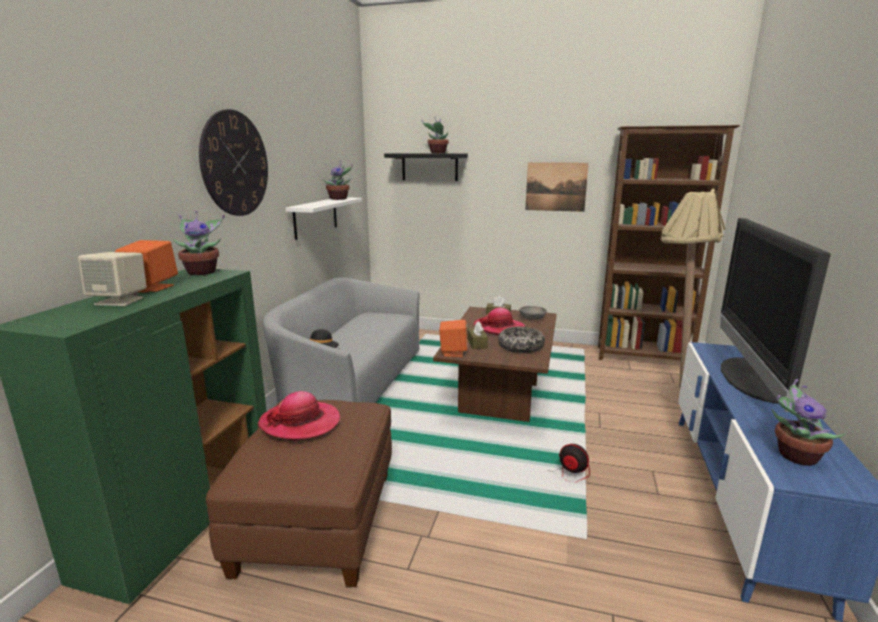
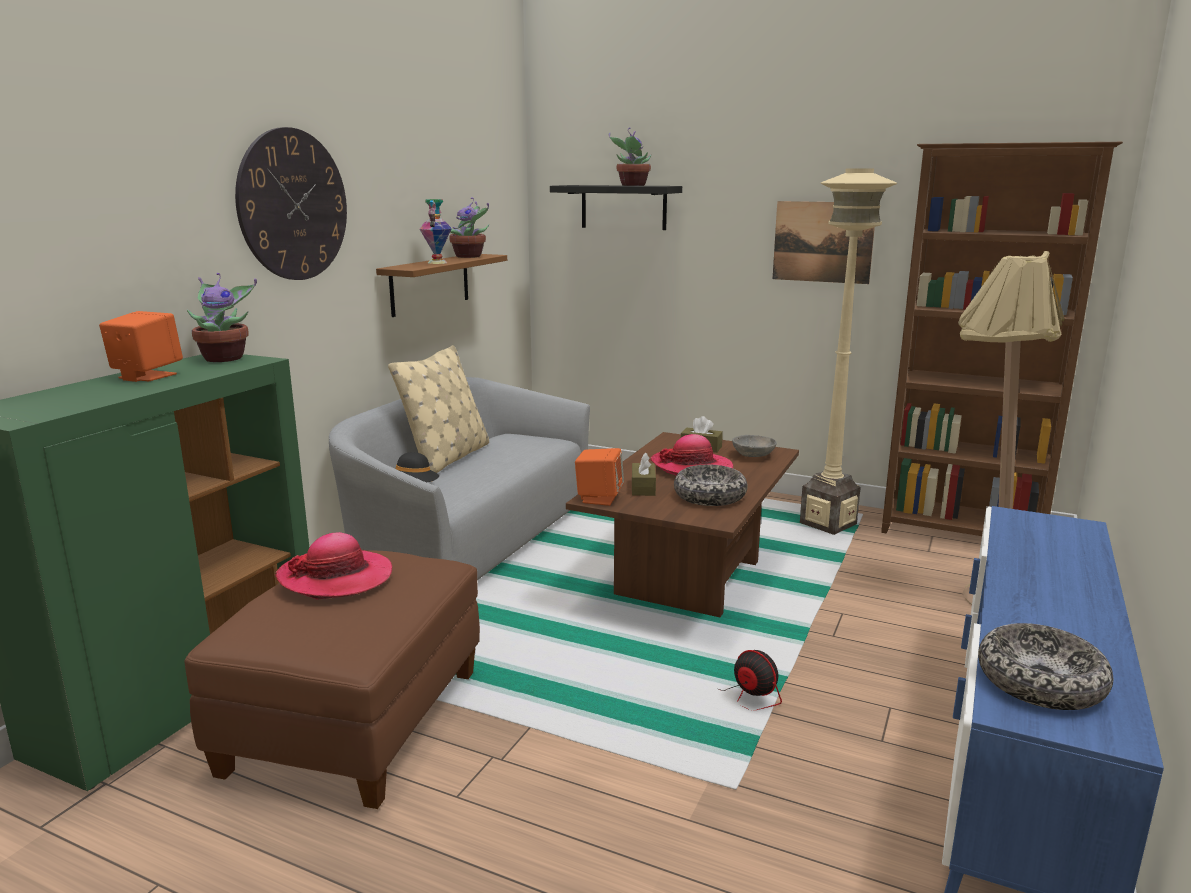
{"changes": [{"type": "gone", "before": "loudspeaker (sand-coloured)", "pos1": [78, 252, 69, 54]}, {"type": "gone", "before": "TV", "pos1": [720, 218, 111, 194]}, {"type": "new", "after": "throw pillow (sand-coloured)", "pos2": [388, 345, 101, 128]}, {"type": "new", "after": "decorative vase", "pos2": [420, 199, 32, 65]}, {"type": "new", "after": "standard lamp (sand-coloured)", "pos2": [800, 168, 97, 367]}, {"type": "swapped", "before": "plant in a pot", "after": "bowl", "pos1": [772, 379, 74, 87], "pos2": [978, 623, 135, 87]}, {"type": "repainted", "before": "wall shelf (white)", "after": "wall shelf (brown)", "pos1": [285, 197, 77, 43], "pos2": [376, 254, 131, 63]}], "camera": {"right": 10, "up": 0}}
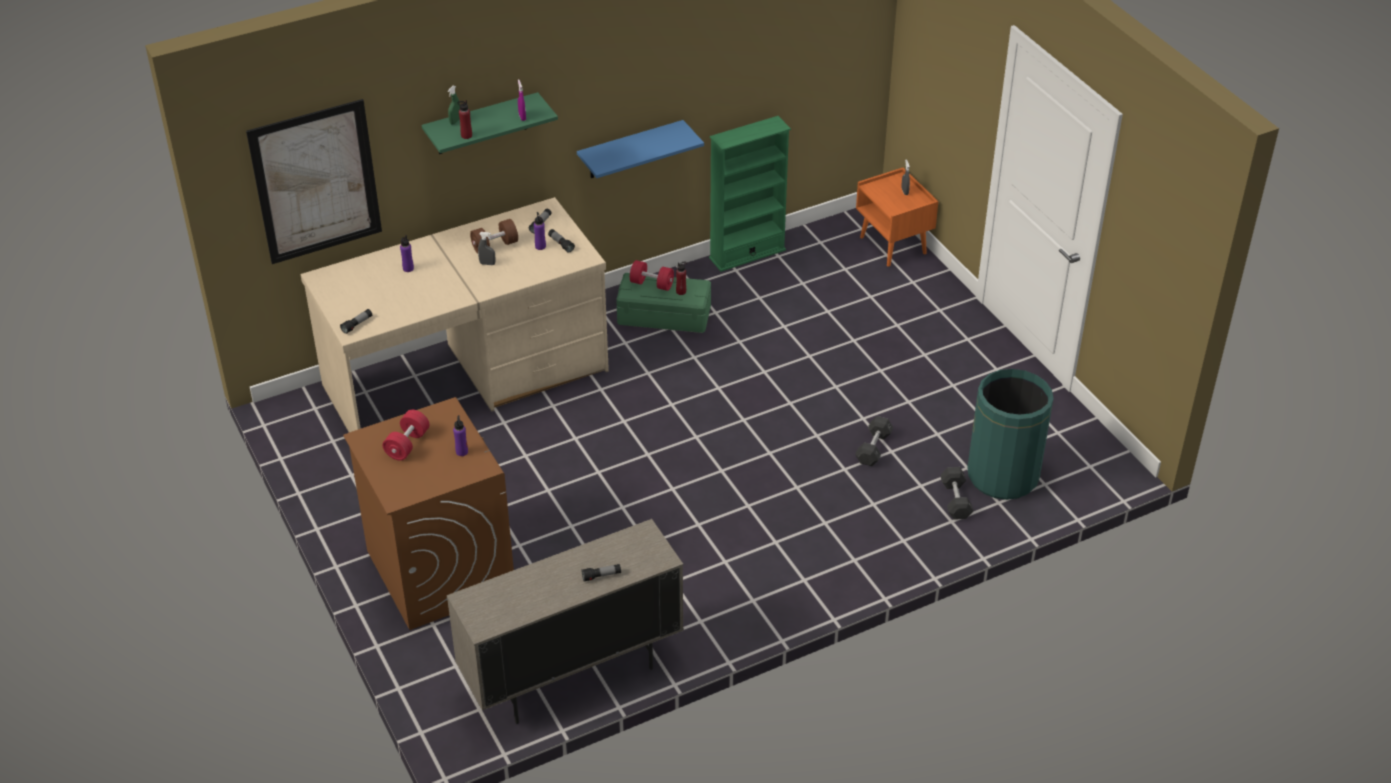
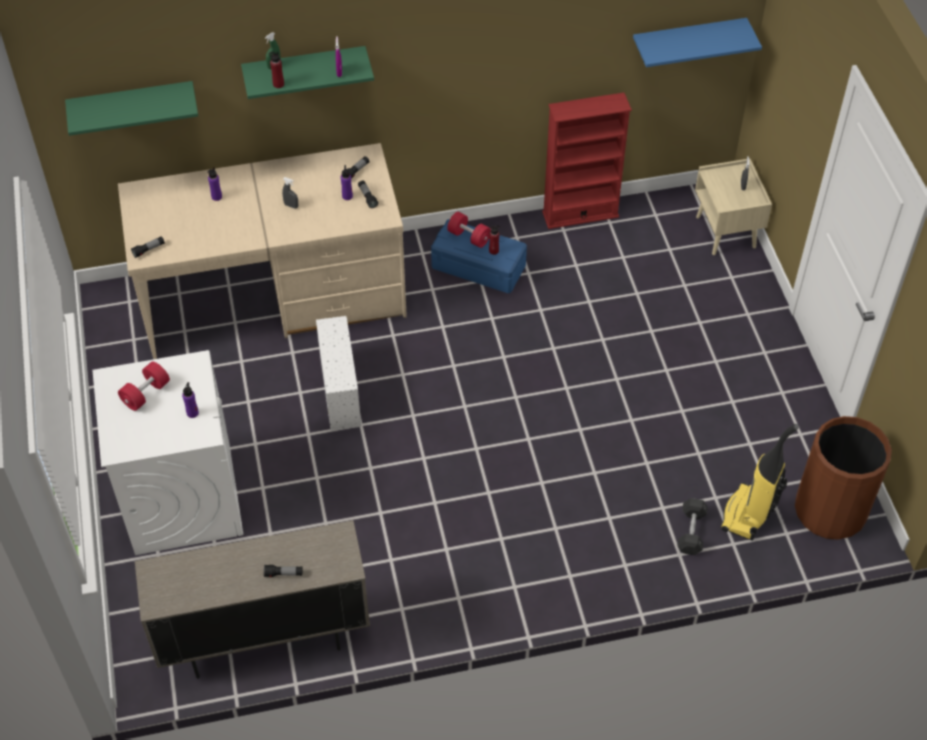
{"changes": [{"type": "gone", "before": "dumbbell (brown)", "pos1": [470, 219, 48, 34]}, {"type": "gone", "before": "dumbbell (gray)", "pos1": [855, 416, 38, 50]}, {"type": "new", "after": "storage bin (white)", "pos2": [316, 316, 45, 115]}, {"type": "new", "after": "waste bin (brown)", "pos2": [795, 416, 97, 124]}, {"type": "shifted", "before": "wall shelf (blue)", "pos1": [577, 120, 127, 58], "pos2": [633, 18, 129, 49]}, {"type": "swapped", "before": "wall picture", "after": "wall shelf (green-coloured)", "pos1": [246, 99, 136, 165], "pos2": [65, 81, 133, 55]}, {"type": "swapped", "before": "waste bin (green-coloured)", "after": "vacuum", "pos1": [967, 369, 86, 131], "pos2": [721, 424, 78, 117]}, {"type": "repainted", "before": "laundry machine (brown)", "after": "laundry machine (white)", "pos1": [343, 397, 171, 233], "pos2": [92, 350, 151, 205]}, {"type": "repainted", "before": "storage bin (green-coloured)", "after": "storage bin (blue)", "pos1": [616, 273, 95, 60], "pos2": [431, 219, 96, 74]}, {"type": "repainted", "before": "shelving unit (green-coloured)", "after": "shelving unit (red)", "pos1": [709, 116, 82, 156], "pos2": [542, 92, 90, 137]}, {"type": "repainted", "before": "bedside table (orange)", "after": "bedside table (sand-coloured)", "pos1": [856, 168, 82, 99], "pos2": [695, 158, 77, 97]}], "camera": {"right": 15, "up": 10}}
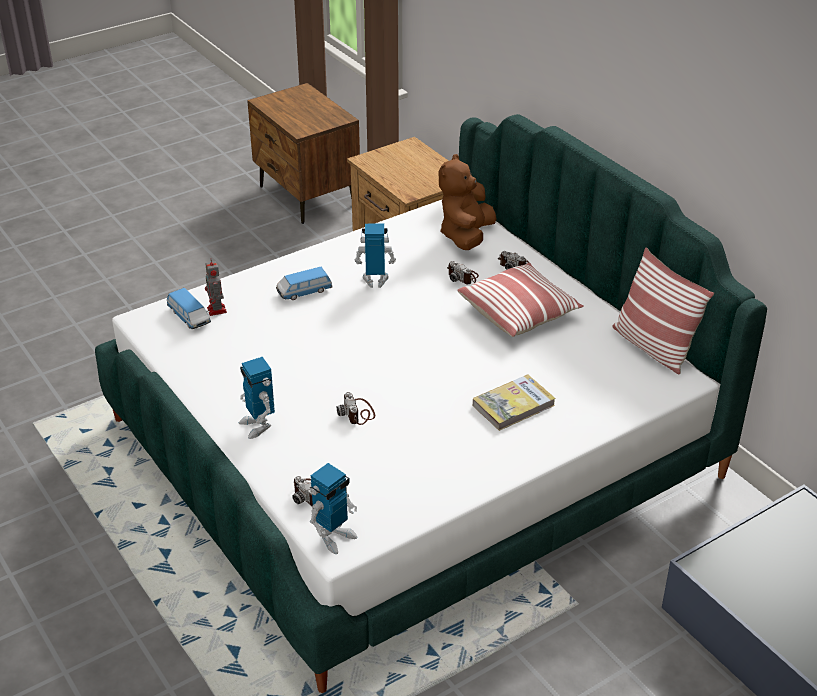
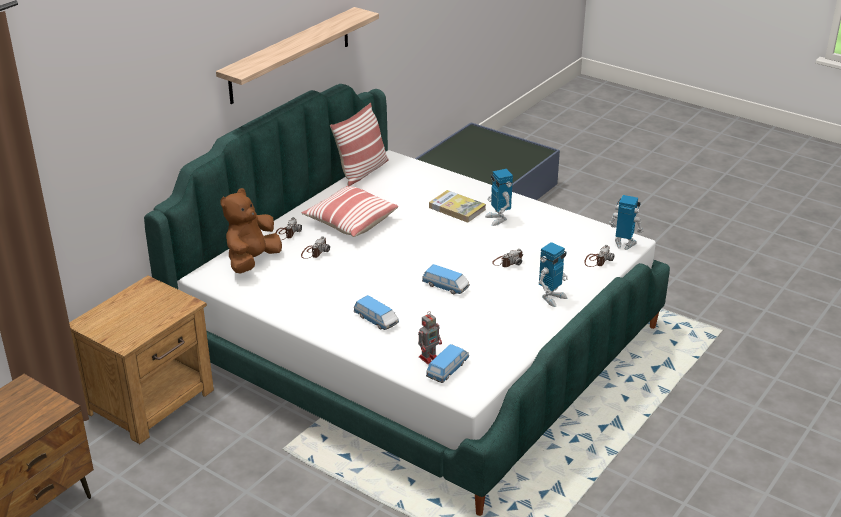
{"changes": [{"type": "new", "after": "wall shelf", "pos2": [216, 7, 163, 97]}, {"type": "new", "after": "toy car", "pos2": [422, 264, 48, 30]}, {"type": "shifted", "before": "robot figure", "pos1": [354, 223, 42, 65], "pos2": [485, 169, 28, 57]}, {"type": "rotated", "before": "cuddly toy (brown)", "pos1": [439, 154, 57, 96], "pos2": [220, 188, 62, 86], "turn": 120}], "camera": {"right": -110, "up": -5}}
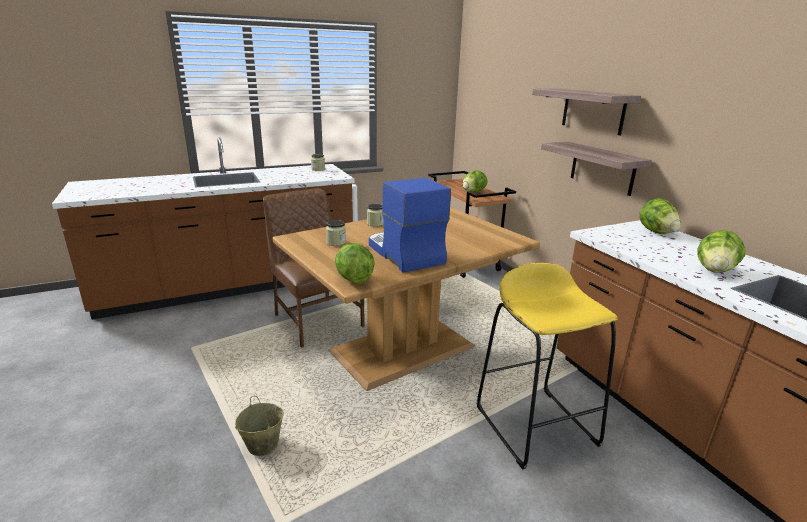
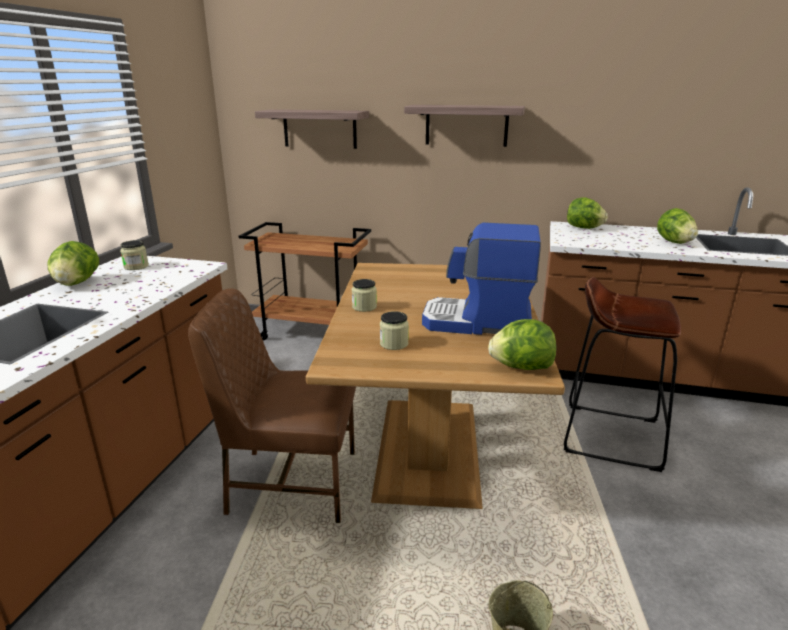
{"changes": [{"type": "shifted", "before": "head of lettuce", "pos1": [463, 170, 25, 22], "pos2": [48, 241, 51, 45]}, {"type": "shifted", "before": "wall shelf", "pos1": [541, 142, 111, 54], "pos2": [255, 109, 114, 40]}, {"type": "repainted", "before": "stool seat (yellow-coloured)", "after": "stool seat (brown)", "pos1": [477, 263, 141, 207], "pos2": [564, 277, 117, 195]}], "camera": {"right": -50, "up": 0}}
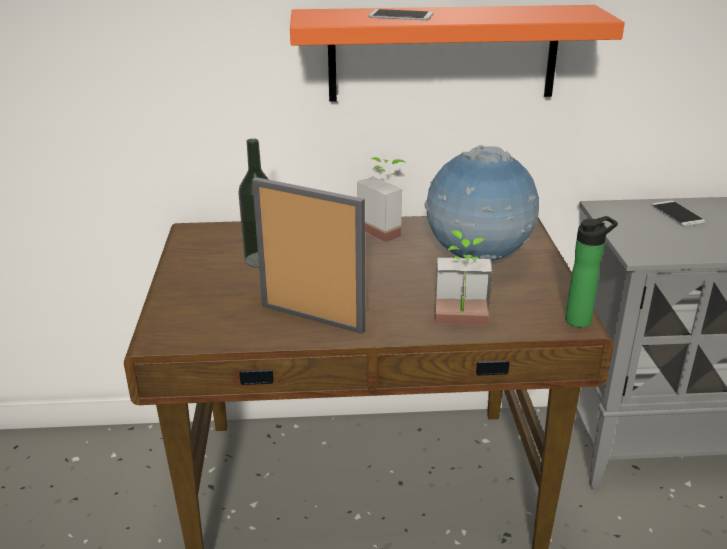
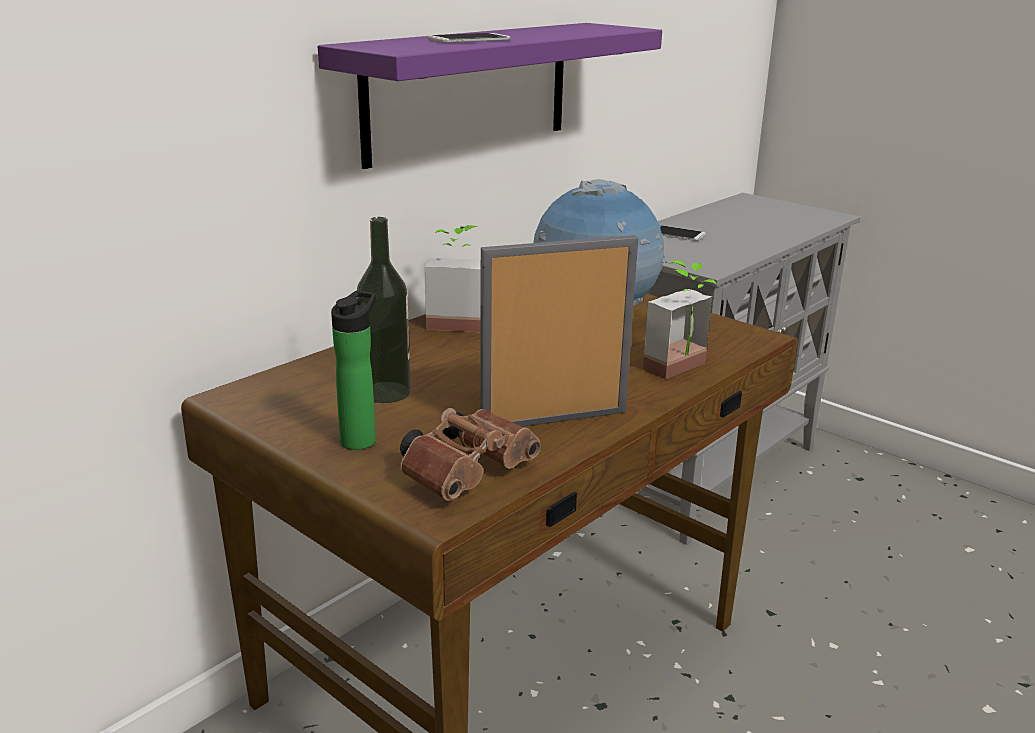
{"changes": [{"type": "new", "after": "binoculars (brown)", "pos2": [400, 408, 141, 93]}, {"type": "shifted", "before": "beverage bottle", "pos1": [565, 216, 53, 112], "pos2": [331, 291, 45, 159]}, {"type": "repainted", "before": "wall shelf (orange)", "after": "wall shelf (purple)", "pos1": [290, 5, 335, 97], "pos2": [318, 23, 344, 146]}], "camera": {"right": -45, "up": -5}}
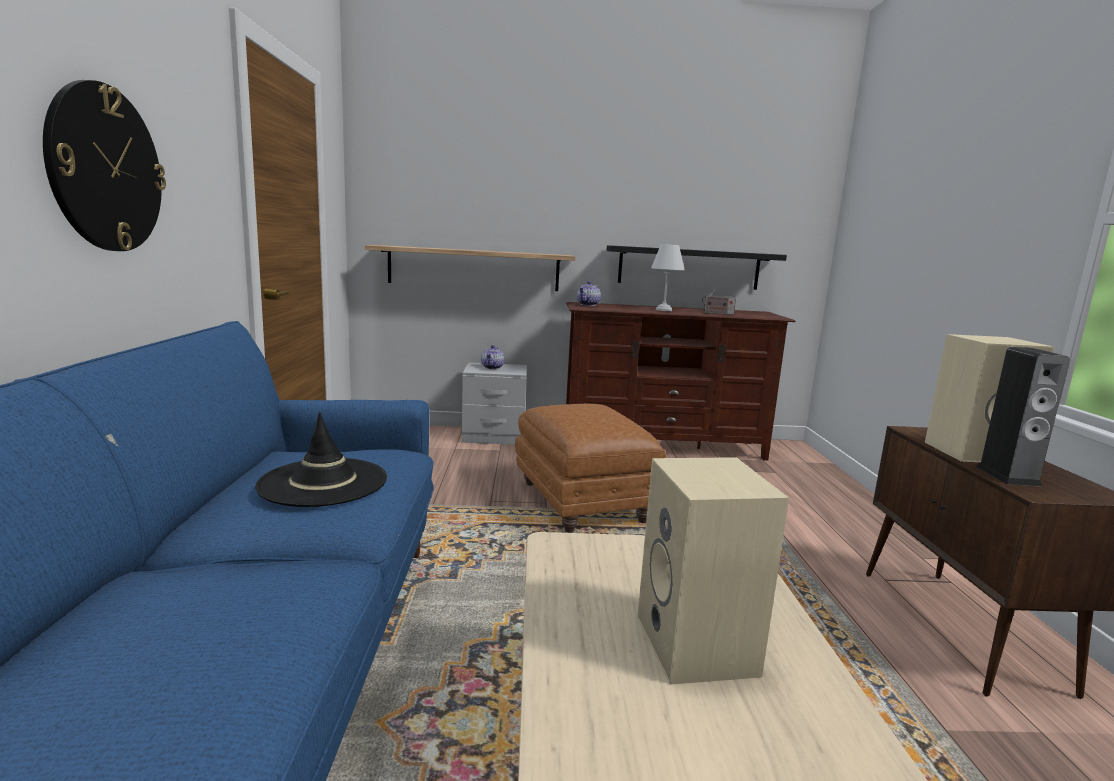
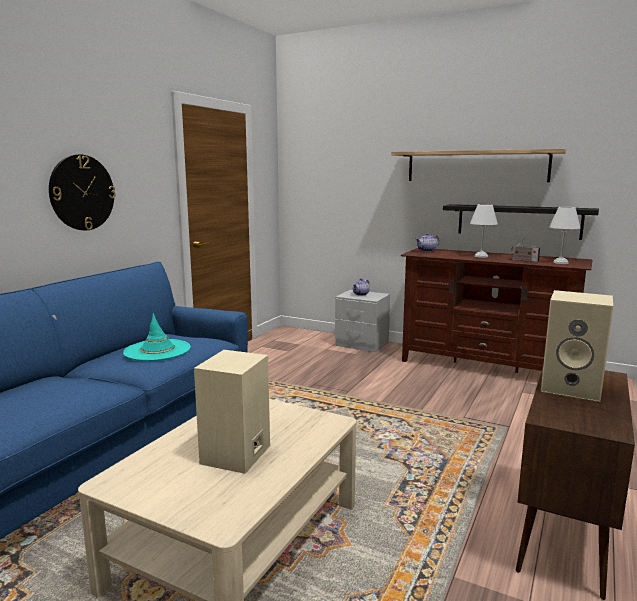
{"changes": [{"type": "gone", "before": "pouffe (brown)", "pos1": [515, 404, 151, 129]}, {"type": "gone", "before": "loudspeaker", "pos1": [976, 347, 94, 140]}, {"type": "new", "after": "lamp for a table (white)", "pos2": [549, 207, 32, 57]}, {"type": "shifted", "before": "wall shelf", "pos1": [365, 245, 211, 46], "pos2": [391, 149, 175, 33]}, {"type": "repainted", "before": "wearable hat (black-coloured)", "after": "wearable hat (blue-green)", "pos1": [255, 412, 132, 95], "pos2": [123, 313, 68, 48]}], "camera": {"right": 30, "up": 0}}
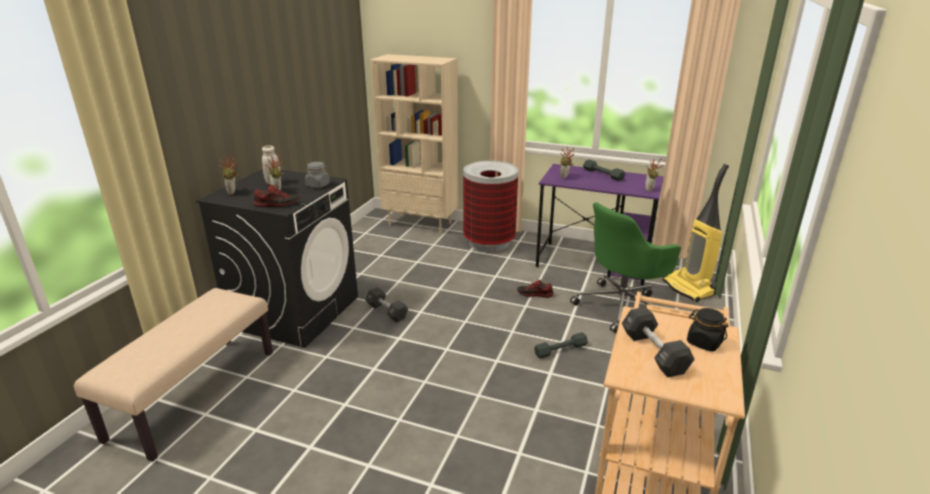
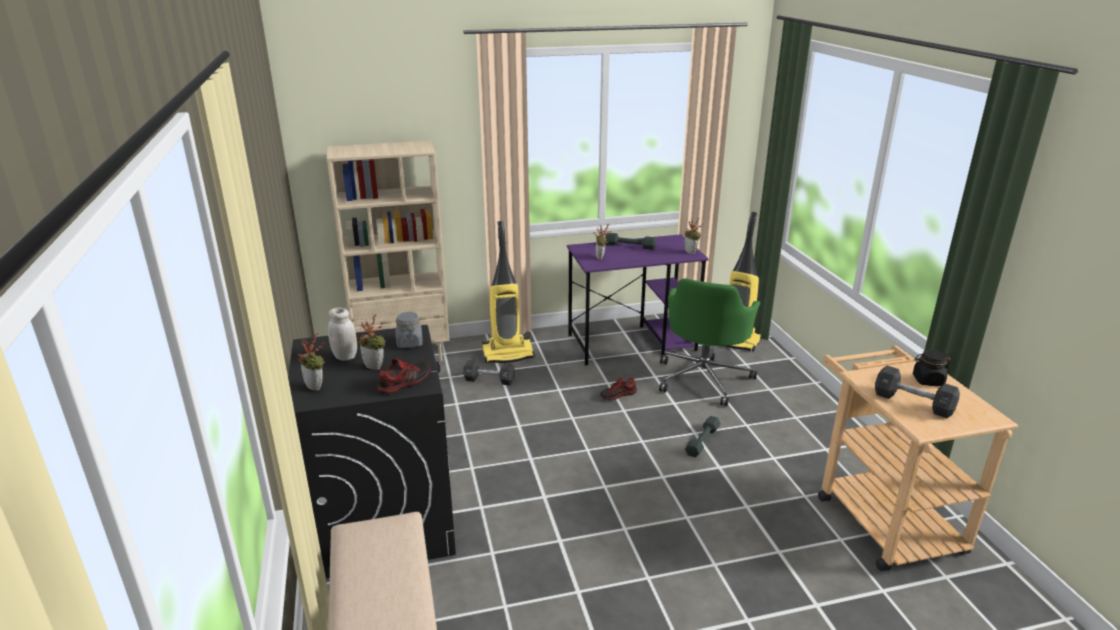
{"changes": [{"type": "shifted", "before": "dumbbell (black-coloured)", "pos1": [366, 287, 42, 36], "pos2": [463, 360, 52, 25]}, {"type": "swapped", "before": "waste bin", "after": "vacuum", "pos1": [463, 161, 55, 91], "pos2": [482, 221, 53, 142]}], "camera": {"right": -35, "up": 0}}
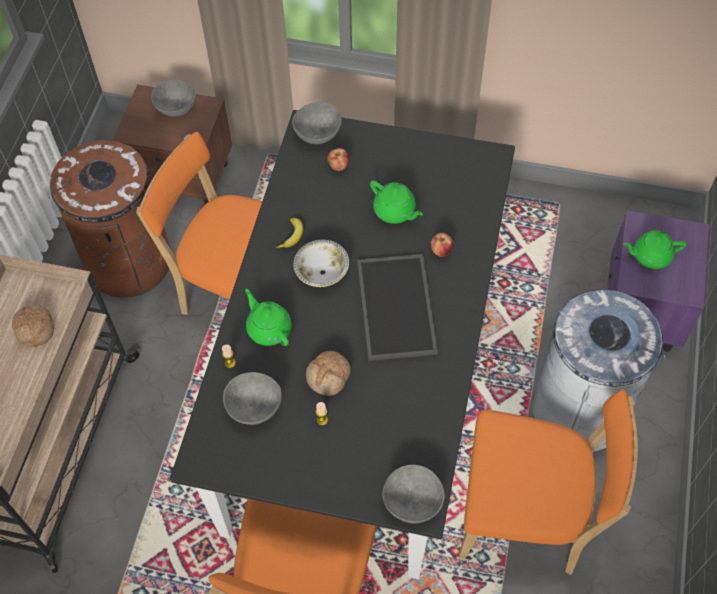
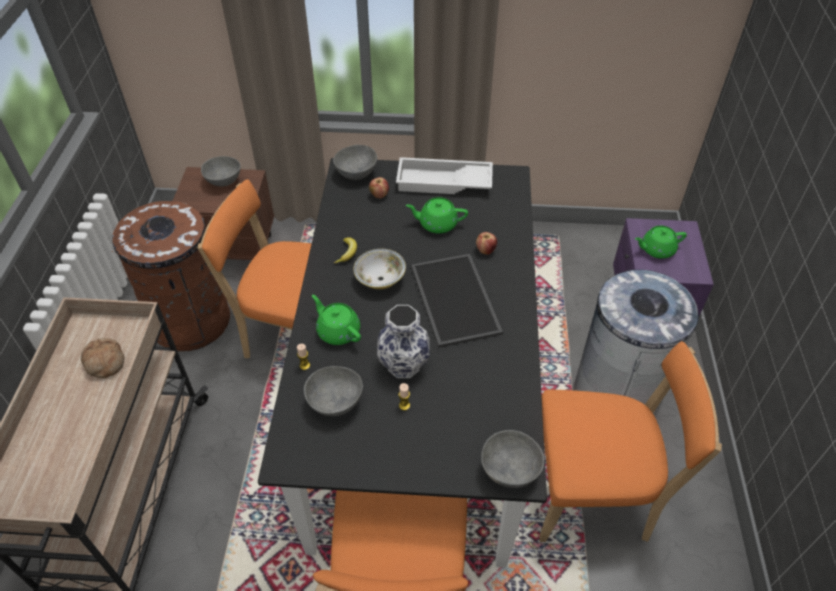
{"changes": [{"type": "new", "after": "serving tray (white)", "pos2": [396, 157, 97, 37]}, {"type": "swapped", "before": "bakery bread", "after": "decorative vase", "pos1": [306, 351, 45, 45], "pos2": [377, 305, 53, 73]}, {"type": "rotated", "before": "tea pot (green-coloured)", "pos1": [370, 180, 53, 44], "pos2": [406, 197, 62, 37], "turn": 150}], "camera": {"right": -10, "up": -10}}
